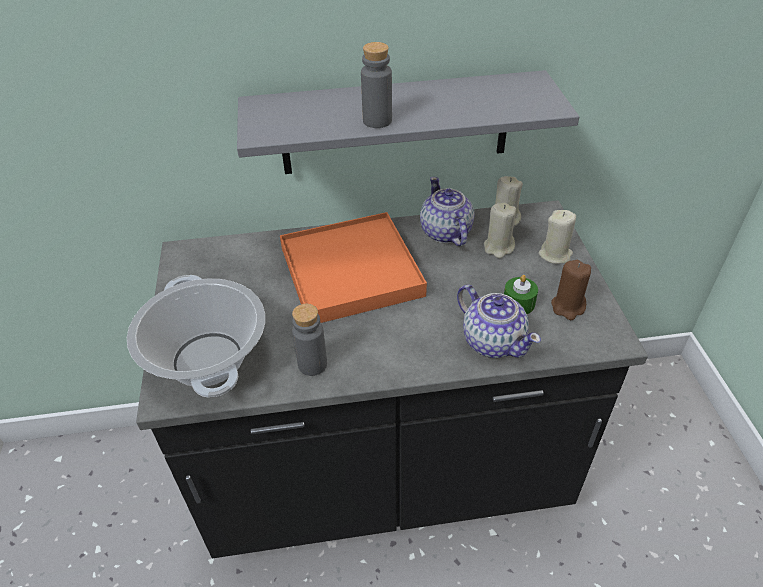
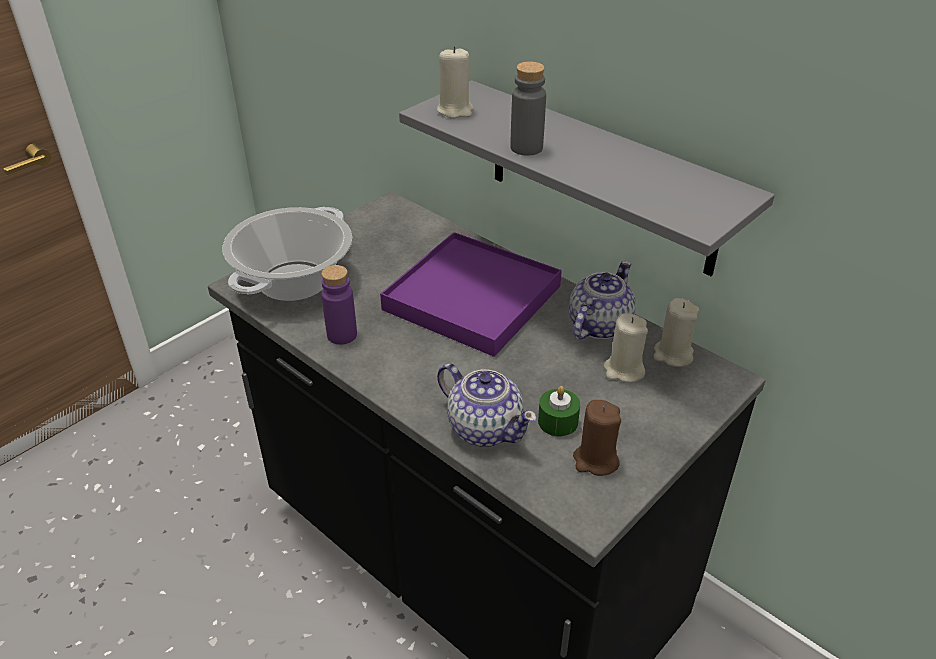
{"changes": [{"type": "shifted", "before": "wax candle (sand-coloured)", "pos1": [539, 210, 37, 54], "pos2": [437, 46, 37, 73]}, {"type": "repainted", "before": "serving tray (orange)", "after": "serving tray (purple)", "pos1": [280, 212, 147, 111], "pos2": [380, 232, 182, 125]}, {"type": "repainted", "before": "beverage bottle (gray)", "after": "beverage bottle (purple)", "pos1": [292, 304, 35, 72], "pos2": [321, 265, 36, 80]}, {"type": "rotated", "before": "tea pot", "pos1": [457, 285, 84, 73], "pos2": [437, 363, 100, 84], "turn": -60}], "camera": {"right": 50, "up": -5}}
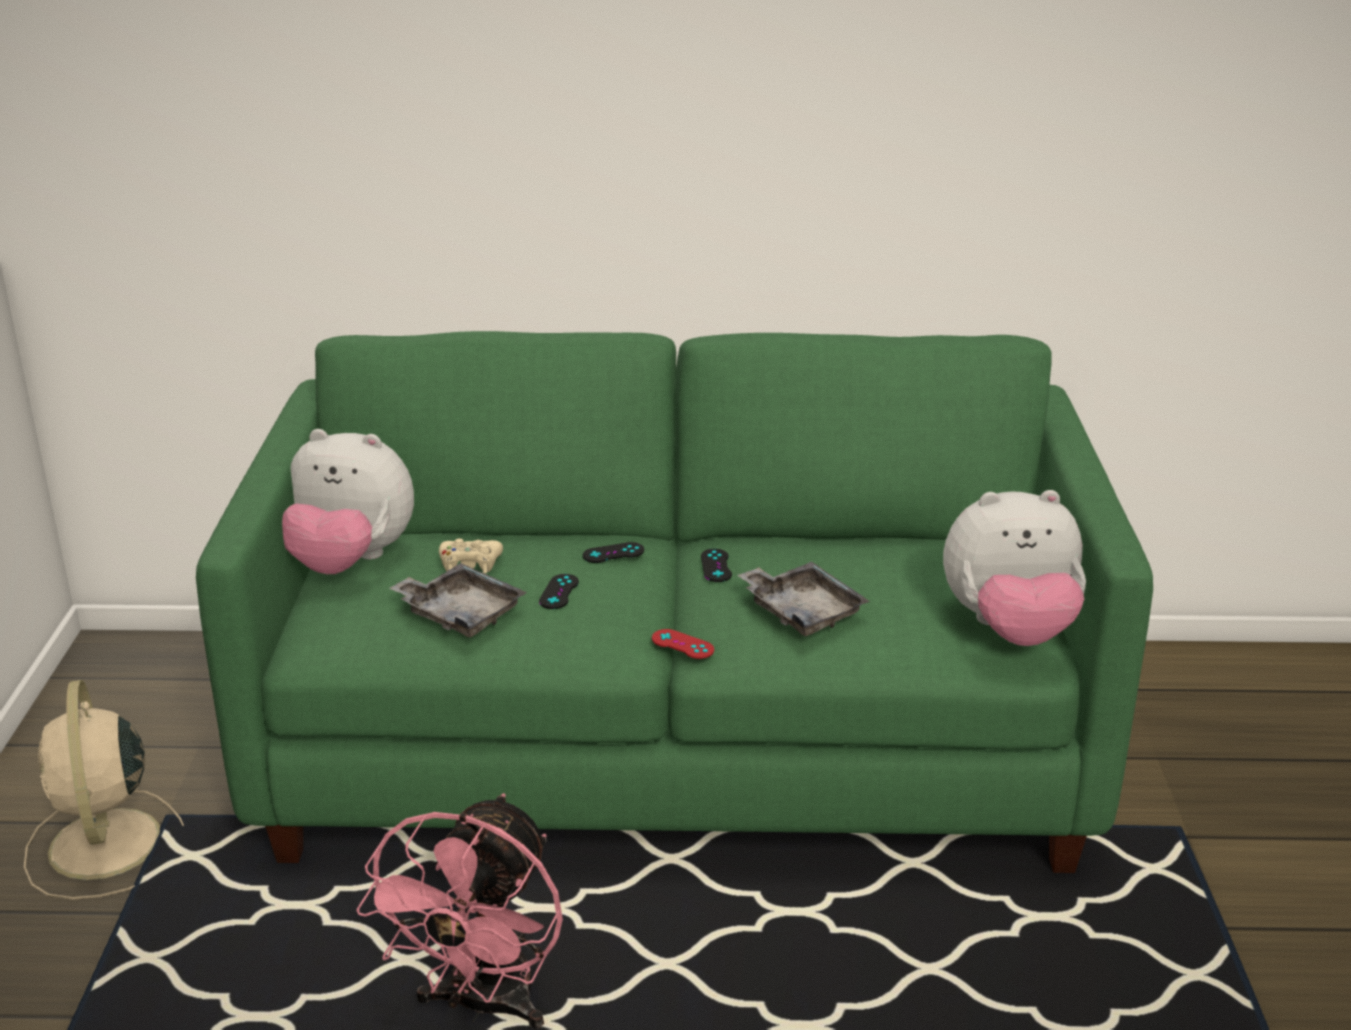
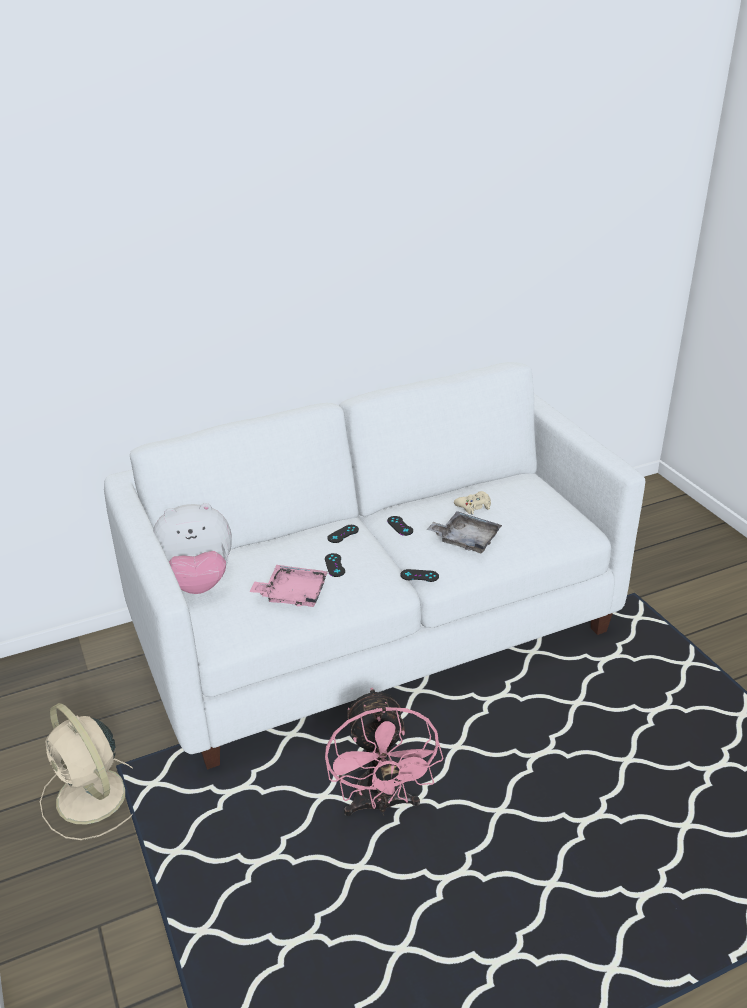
{"changes": [{"type": "gone", "before": "cuddly toy", "pos1": [943, 490, 143, 156]}, {"type": "shifted", "before": "joypad (sand-coloured)", "pos1": [439, 538, 64, 35], "pos2": [454, 491, 37, 23]}, {"type": "repainted", "before": "couch (green-coloured)", "after": "couch (white)", "pos1": [196, 331, 957, 542], "pos2": [104, 362, 541, 408]}, {"type": "repainted", "before": "serving tray (gray)", "after": "serving tray (pink-coloured)", "pos1": [389, 563, 138, 74], "pos2": [249, 565, 79, 42]}, {"type": "repainted", "before": "joypad (red)", "after": "joypad (black-coloured)", "pos1": [652, 629, 62, 30], "pos2": [400, 569, 39, 13]}], "camera": {"right": -25, "up": 5}}
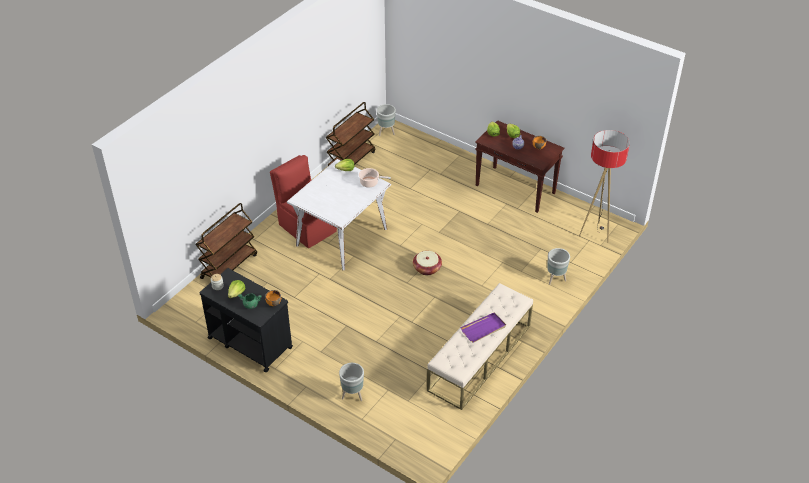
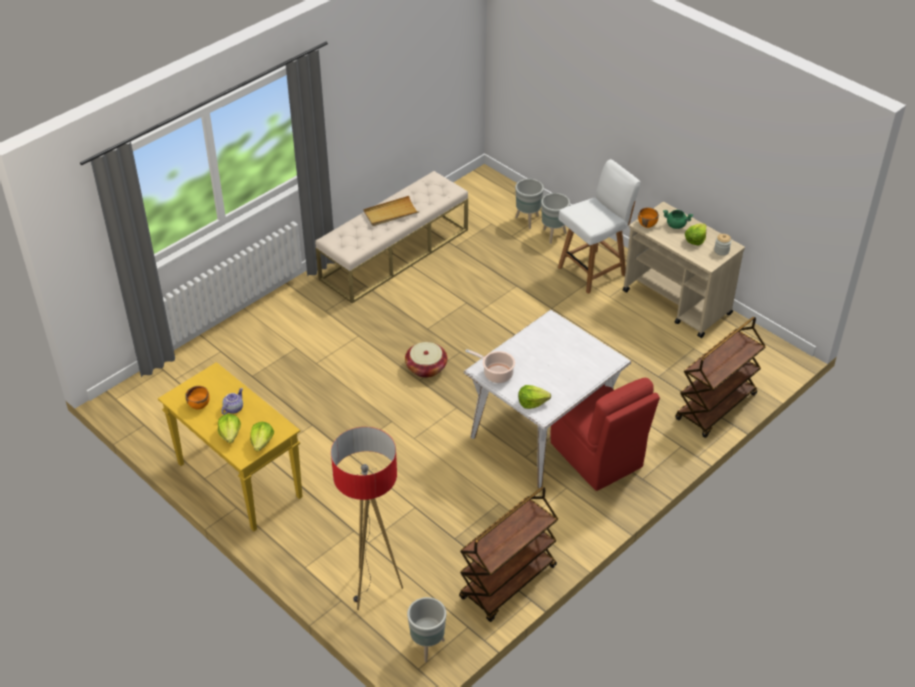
{"changes": [{"type": "new", "after": "plain chair (white)", "pos2": [558, 159, 83, 135]}, {"type": "shifted", "before": "flower pot (gray)", "pos1": [547, 248, 23, 37], "pos2": [515, 179, 29, 50]}, {"type": "shifted", "before": "standard lamp", "pos1": [579, 130, 51, 113], "pos2": [331, 427, 72, 183]}, {"type": "repainted", "before": "trolley (black-coloured)", "after": "trolley (sand-coloured)", "pos1": [199, 268, 94, 104], "pos2": [623, 202, 122, 136]}, {"type": "repainted", "before": "serving tray (purple)", "after": "serving tray (sand-coloured)", "pos1": [460, 312, 46, 31], "pos2": [363, 196, 56, 30]}, {"type": "repainted", "before": "console table (brown)", "after": "console table (yellow-coloured)", "pos1": [475, 120, 89, 93], "pos2": [158, 362, 145, 169]}], "camera": {"right": -170, "up": 0}}
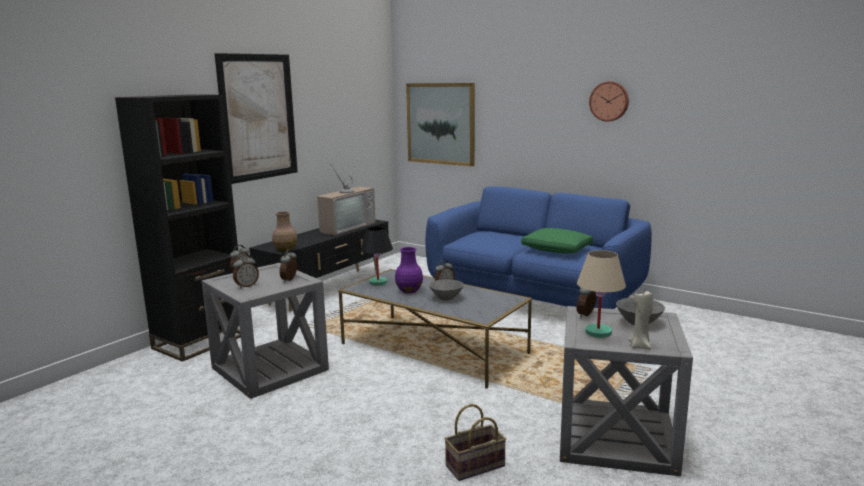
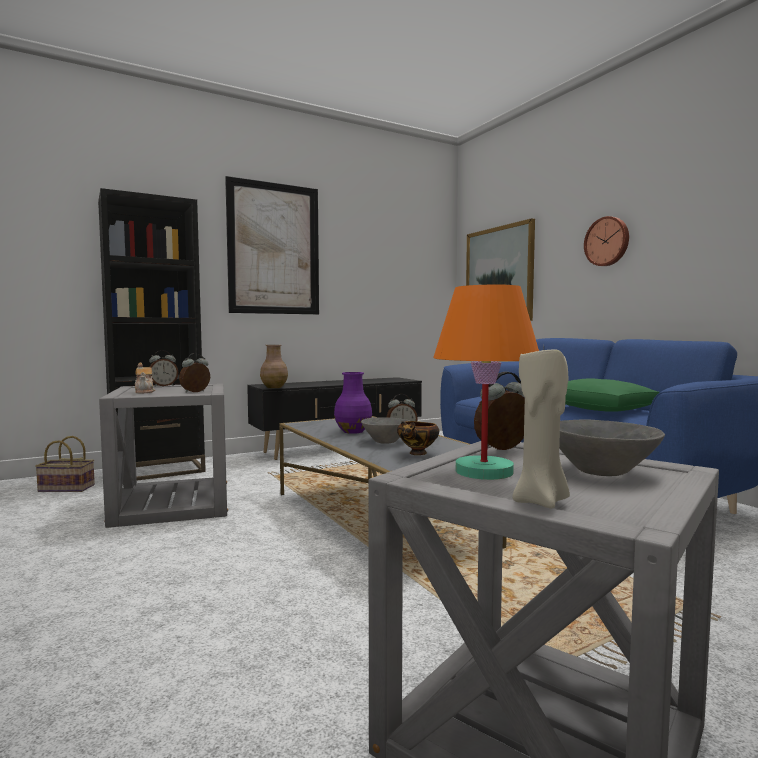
{"changes": [{"type": "gone", "before": "TV", "pos1": [317, 159, 59, 76]}, {"type": "gone", "before": "lamp for a table (black-coloured)", "pos1": [361, 226, 32, 60]}, {"type": "new", "after": "bowl", "pos2": [397, 421, 42, 34]}, {"type": "shifted", "before": "household basket", "pos1": [444, 404, 62, 77], "pos2": [35, 436, 60, 56]}, {"type": "shifted", "before": "hanging clock", "pos1": [589, 81, 40, 41], "pos2": [584, 216, 45, 50]}, {"type": "swapped", "before": "bedside clock", "after": "tea pot", "pos1": [233, 255, 26, 33], "pos2": [135, 362, 20, 32]}, {"type": "repainted", "before": "lamp for a table (sand-coloured)", "after": "lamp for a table (orange)", "pos1": [577, 250, 49, 88], "pos2": [433, 285, 106, 195]}], "camera": {"right": 25, "up": -10}}
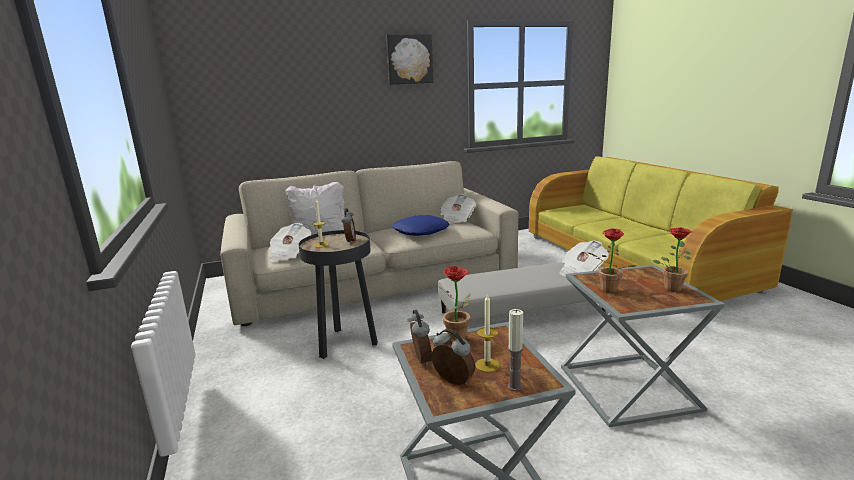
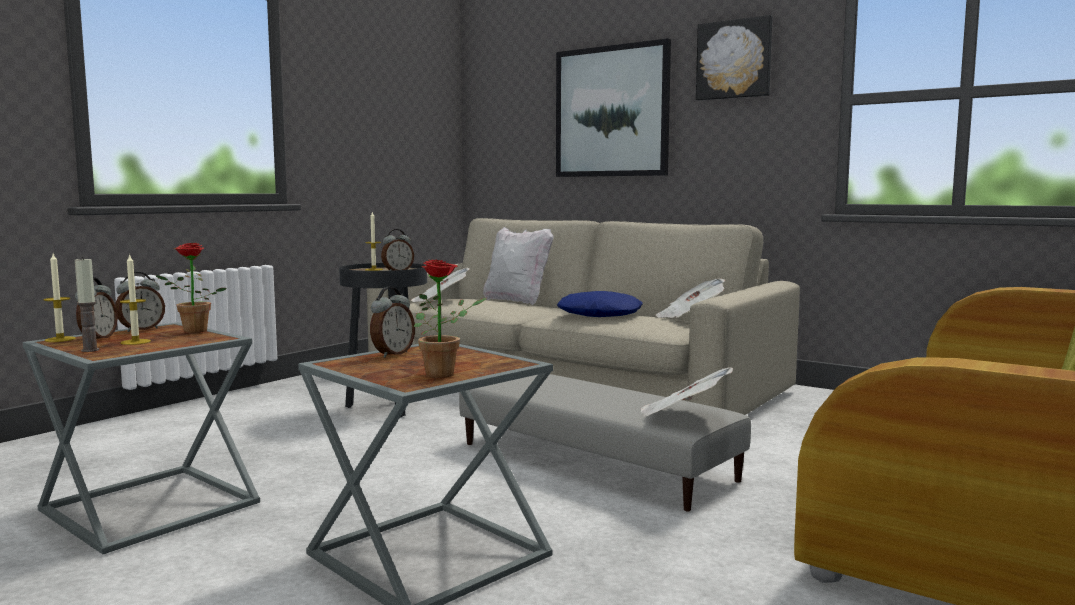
{"changes": [{"type": "new", "after": "wax candle", "pos2": [43, 254, 33, 88]}, {"type": "new", "after": "wall picture", "pos2": [556, 38, 115, 139]}, {"type": "swapped", "before": "plant in a pot", "after": "bedside clock", "pos1": [589, 228, 46, 65], "pos2": [370, 286, 45, 72]}], "camera": {"right": 55, "up": -10}}
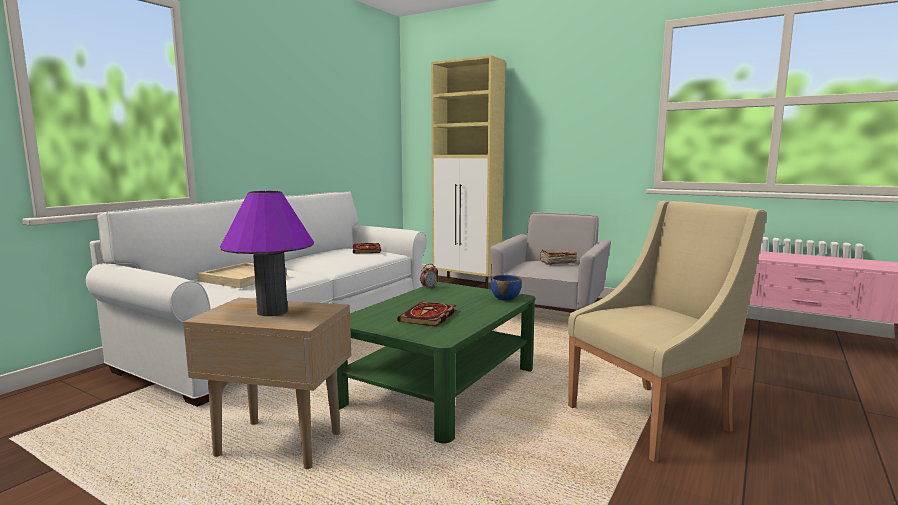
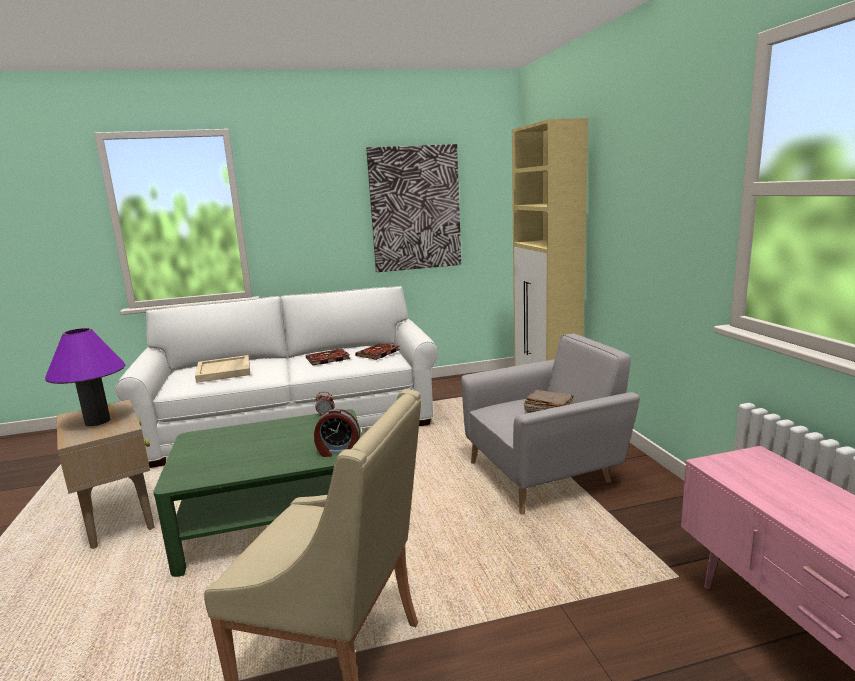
{"changes": [{"type": "new", "after": "wall picture", "pos2": [366, 144, 95, 128]}, {"type": "shifted", "before": "volume", "pos1": [397, 302, 59, 25], "pos2": [306, 349, 45, 16]}, {"type": "swapped", "before": "bowl (blue)", "after": "bedside clock", "pos1": [491, 275, 31, 26], "pos2": [314, 409, 46, 48]}], "camera": {"right": 45, "up": 5}}
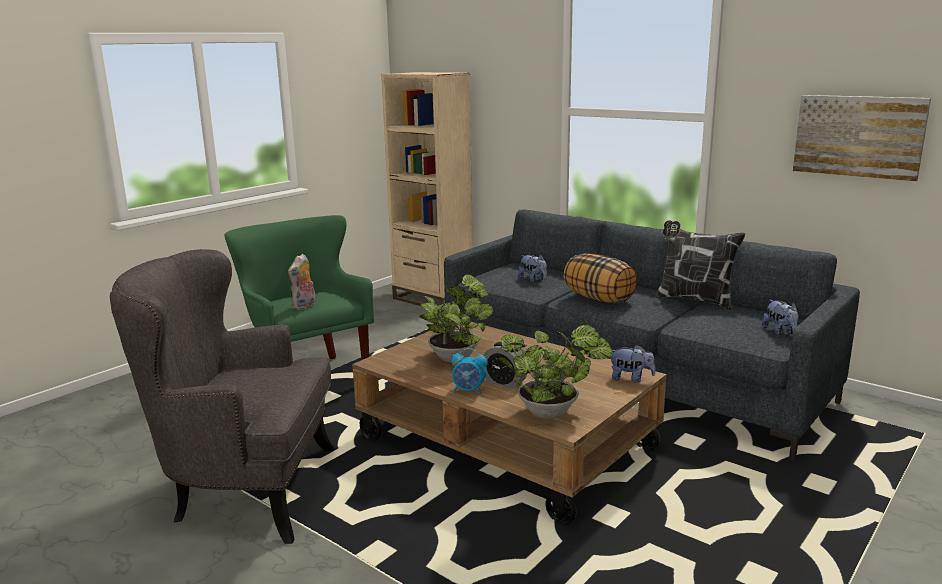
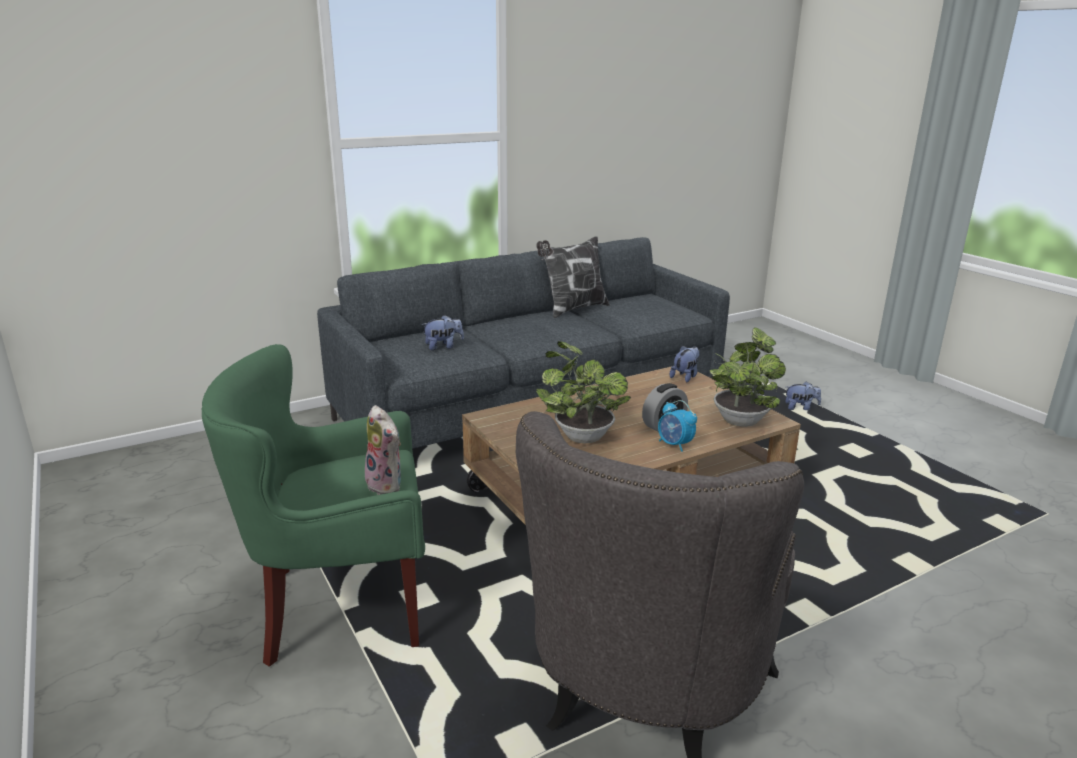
{"changes": [{"type": "gone", "before": "shelving unit (sand-coloured)", "pos1": [381, 72, 92, 234]}, {"type": "gone", "before": "throw pillow", "pos1": [564, 253, 73, 50]}, {"type": "gone", "before": "wall picture", "pos1": [793, 95, 138, 86]}, {"type": "shifted", "before": "cuddly toy", "pos1": [762, 300, 37, 35], "pos2": [785, 381, 36, 29]}, {"type": "rotated", "before": "bedside clock", "pos1": [451, 348, 37, 46], "pos2": [658, 400, 39, 52], "turn": 105}], "camera": {"right": -70, "up": 5}}
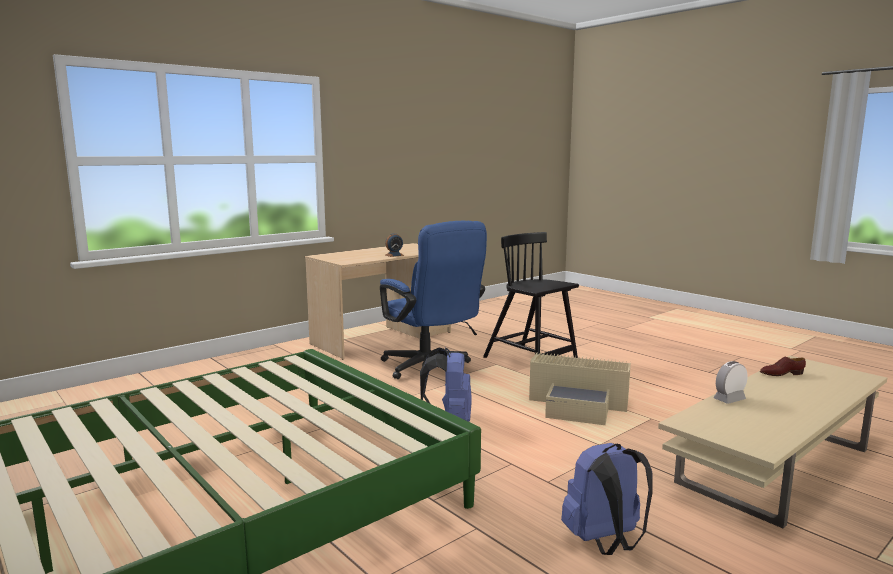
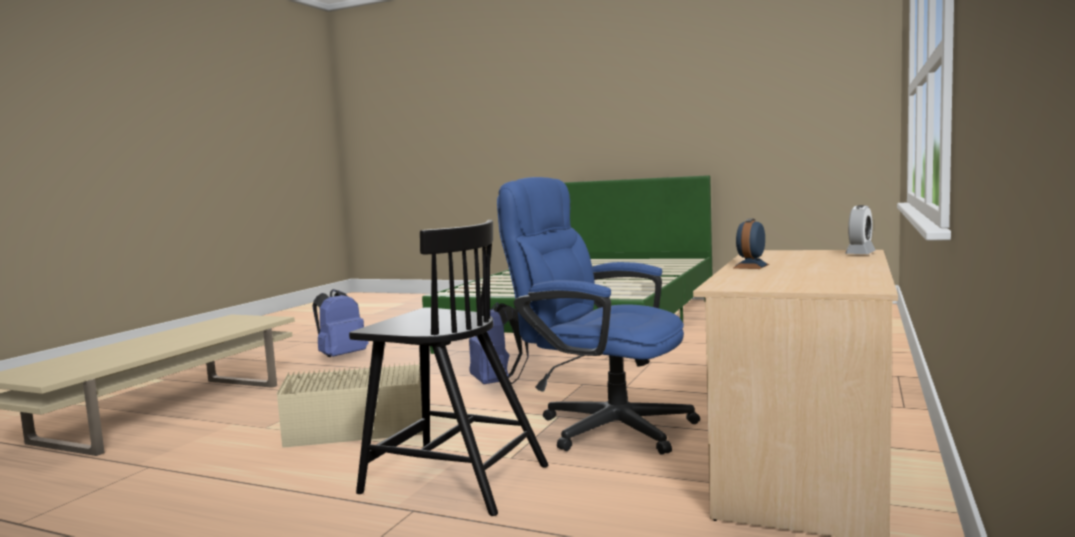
{"changes": [{"type": "gone", "before": "low shoe (brown)", "pos1": [760, 357, 46, 19]}, {"type": "shifted", "before": "bedside clock", "pos1": [713, 361, 35, 43], "pos2": [845, 205, 31, 49]}], "camera": {"right": 155, "up": -5}}
